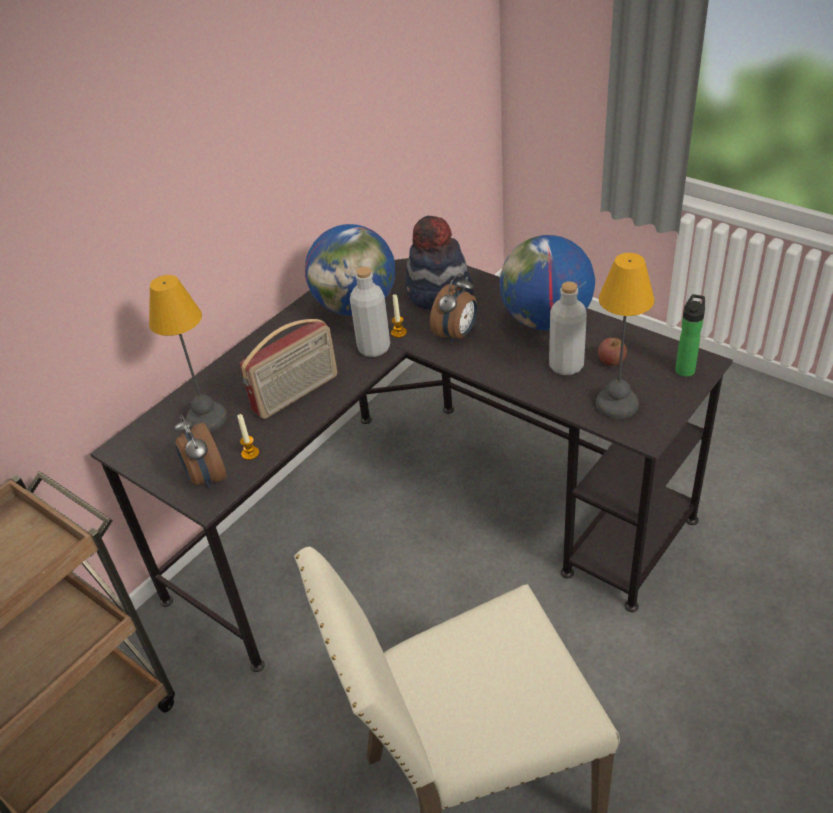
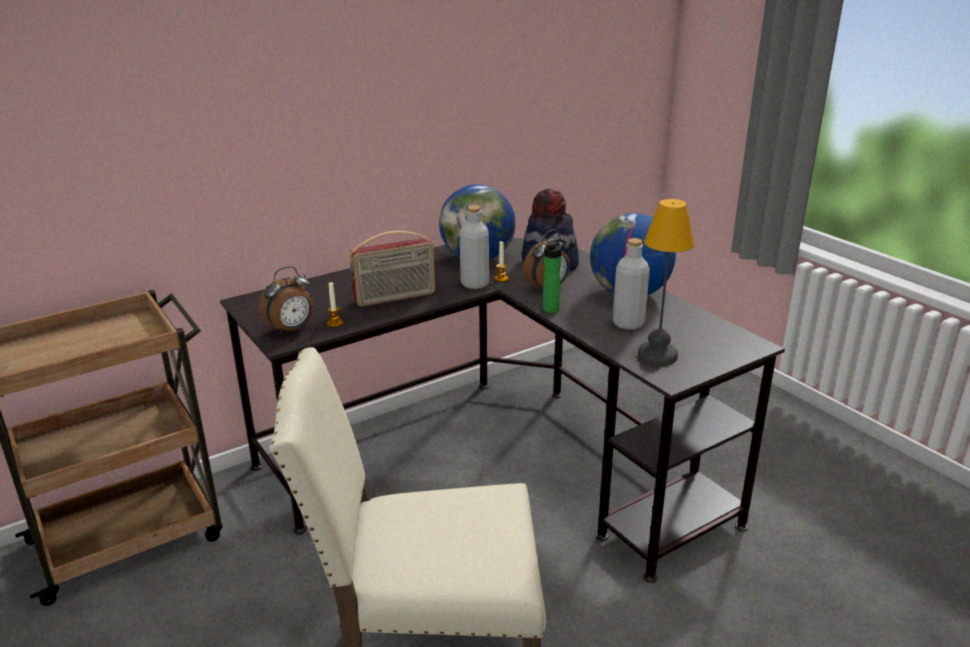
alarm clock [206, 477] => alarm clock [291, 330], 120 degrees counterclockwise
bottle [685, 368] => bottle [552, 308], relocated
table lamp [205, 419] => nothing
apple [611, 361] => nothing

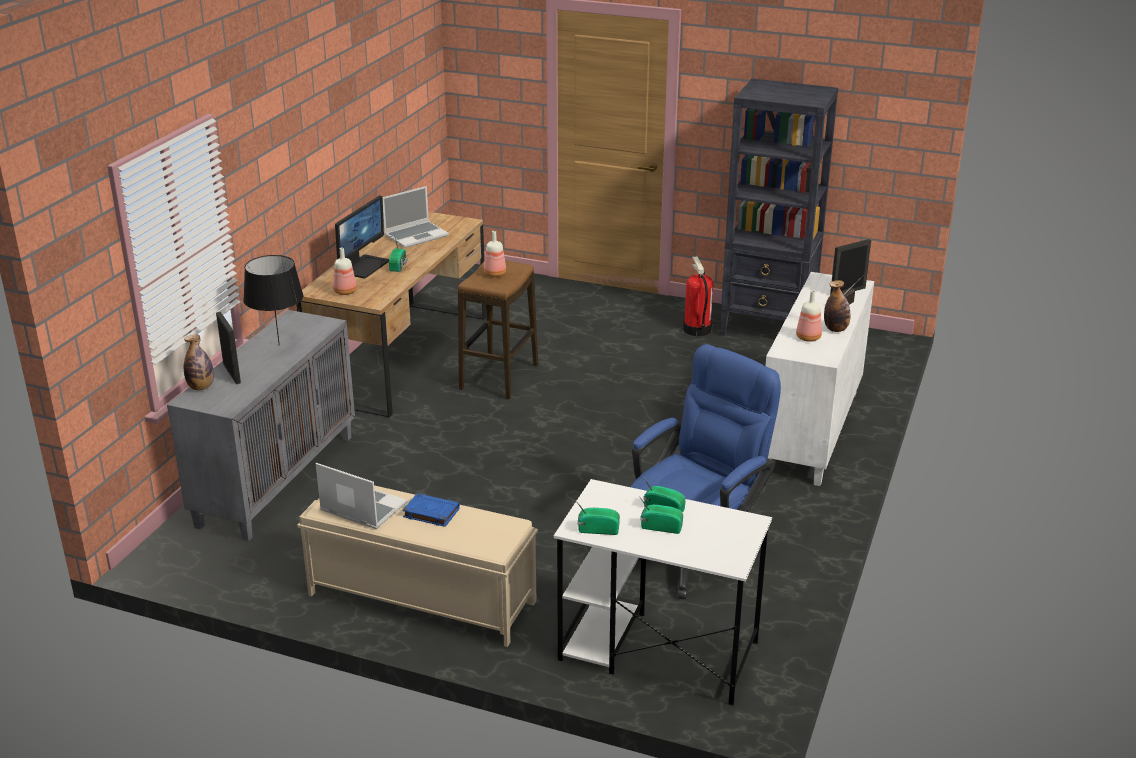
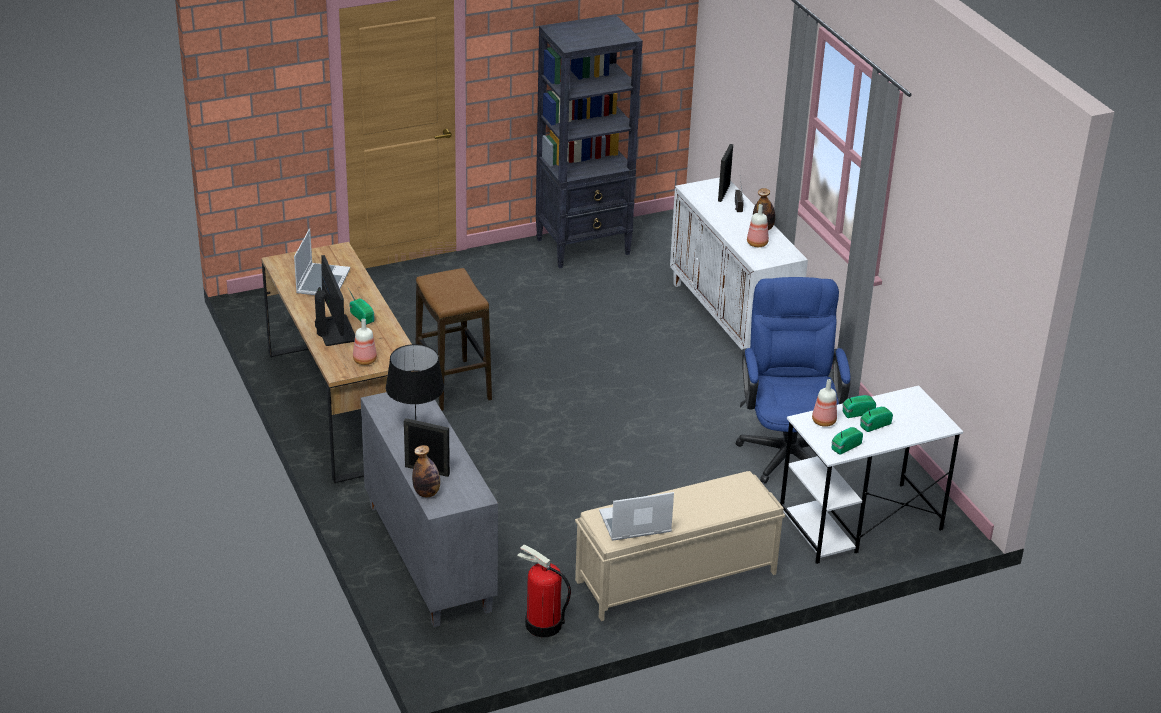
fire extinguisher [696, 329] => fire extinguisher [542, 625], relocated
bottle [494, 274] => bottle [823, 422], relocated
blue book [430, 513] => nothing

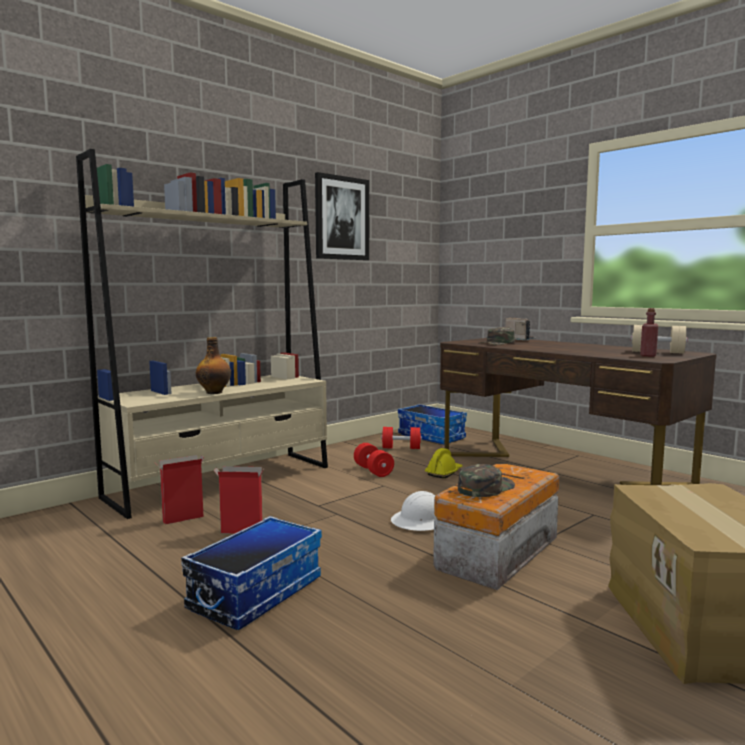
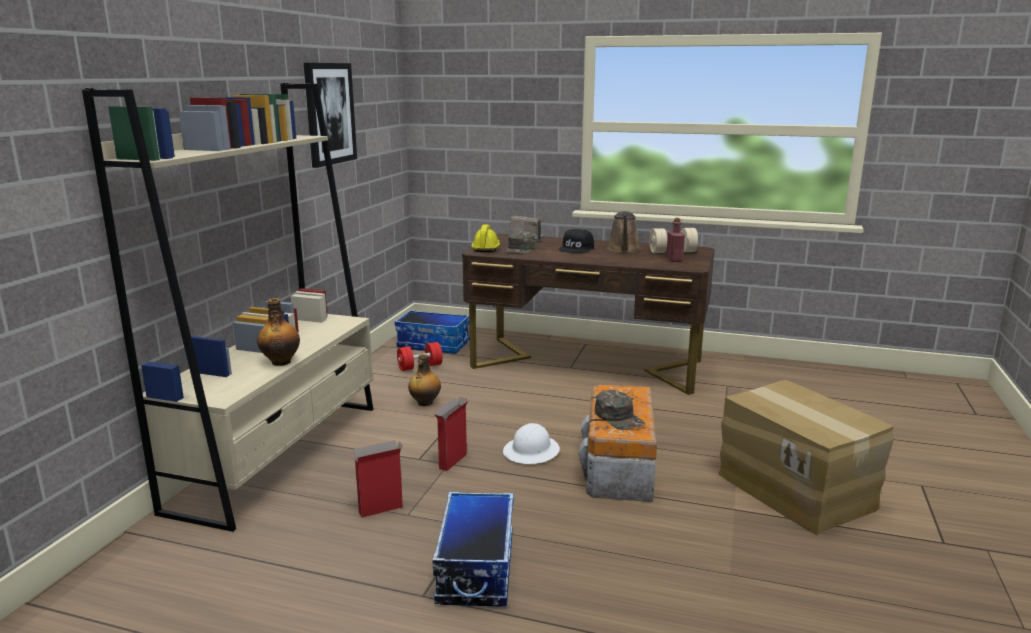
red dumbbell [373, 471] => bottle [424, 403]
cardboard box [182, 519] => cardboard box [452, 462], relocated
yellow hard hat [444, 473] => yellow hard hat [486, 248], relocated
nothing => black cap [577, 248]
green cap [485, 488] => green cap [619, 417], 135 degrees clockwise
nothing => brown watering can [624, 249]

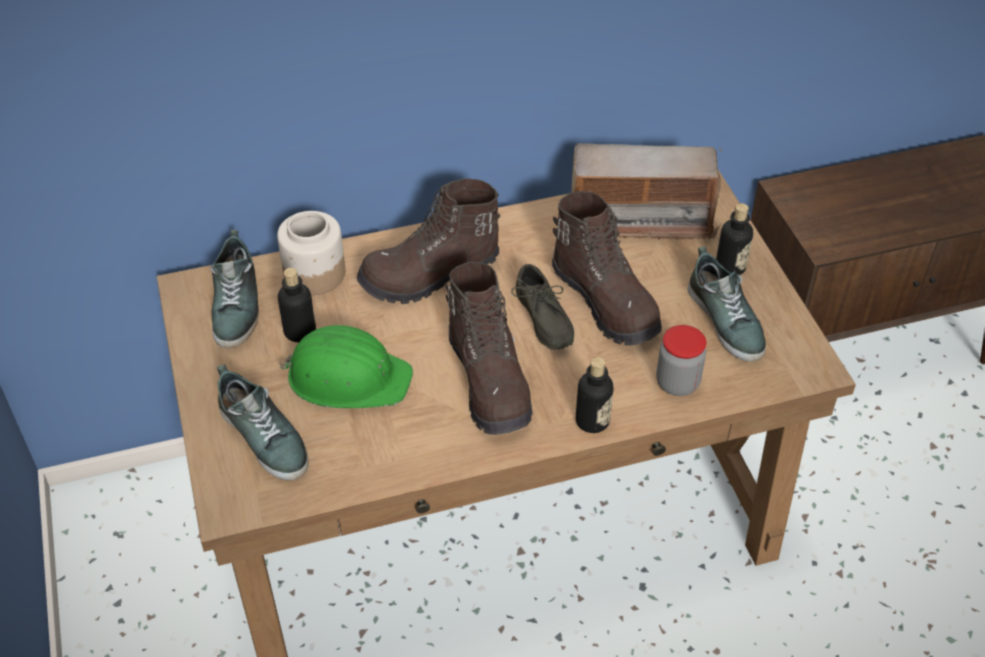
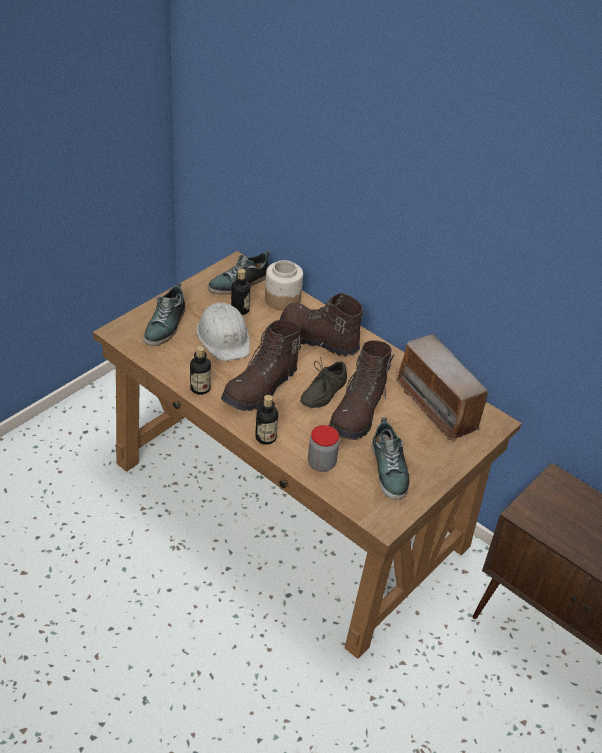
bottle [730, 267] => bottle [200, 388], relocated
green hard hat [348, 377] => white hard hat [224, 337]
shoe [726, 320] => shoe [389, 469], 45 degrees counterclockwise

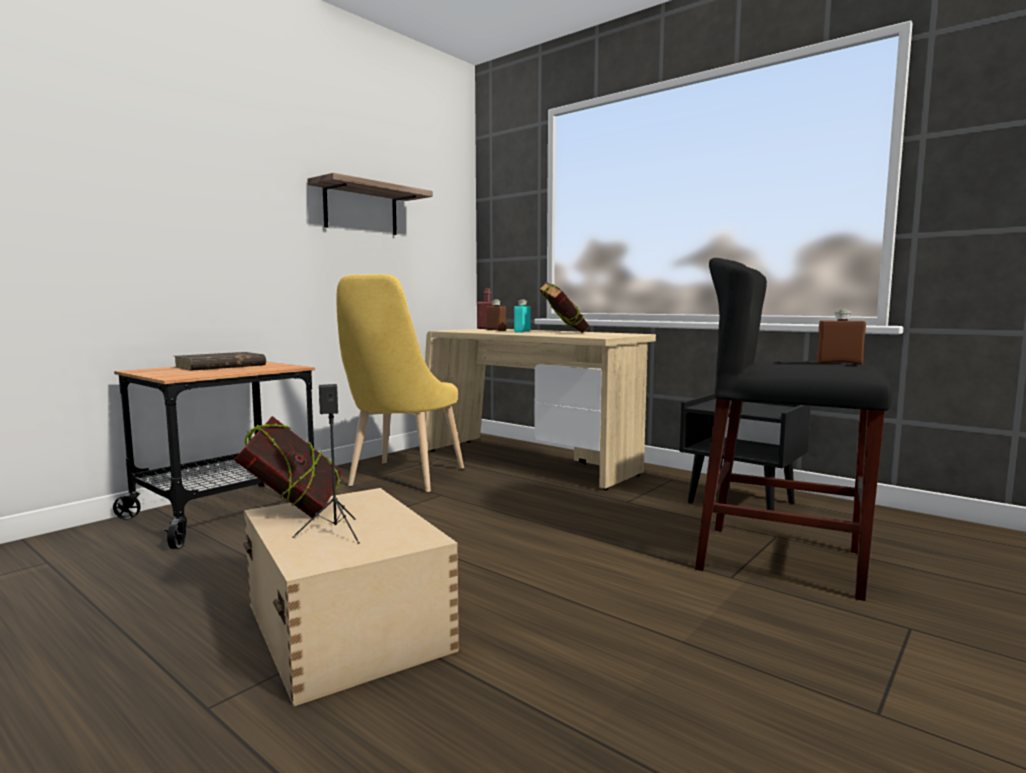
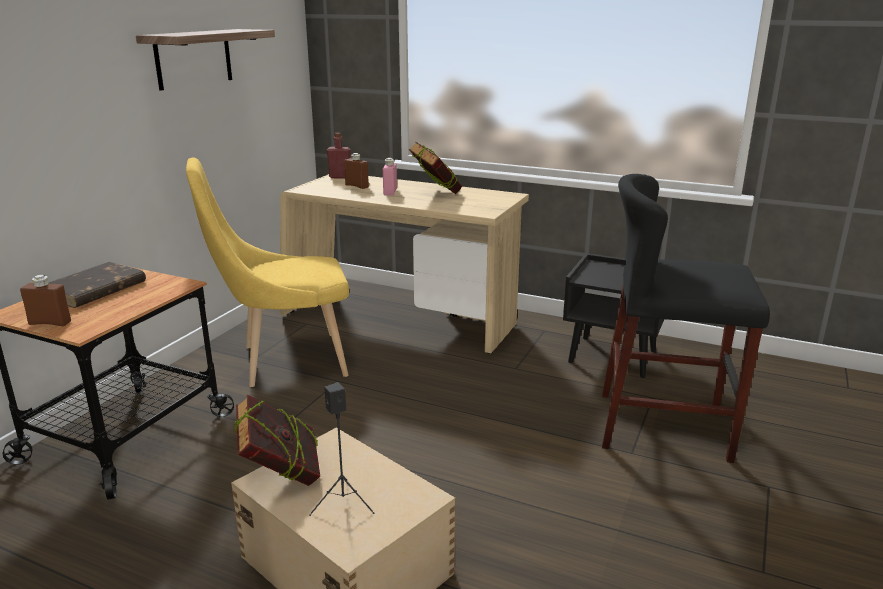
brown bottle [839, 363] => brown bottle [50, 323], relocated
yellow chair [402, 479] => yellow chair [285, 362], 75 degrees clockwise
turquoise bottle [522, 331] => pink bottle [390, 192]

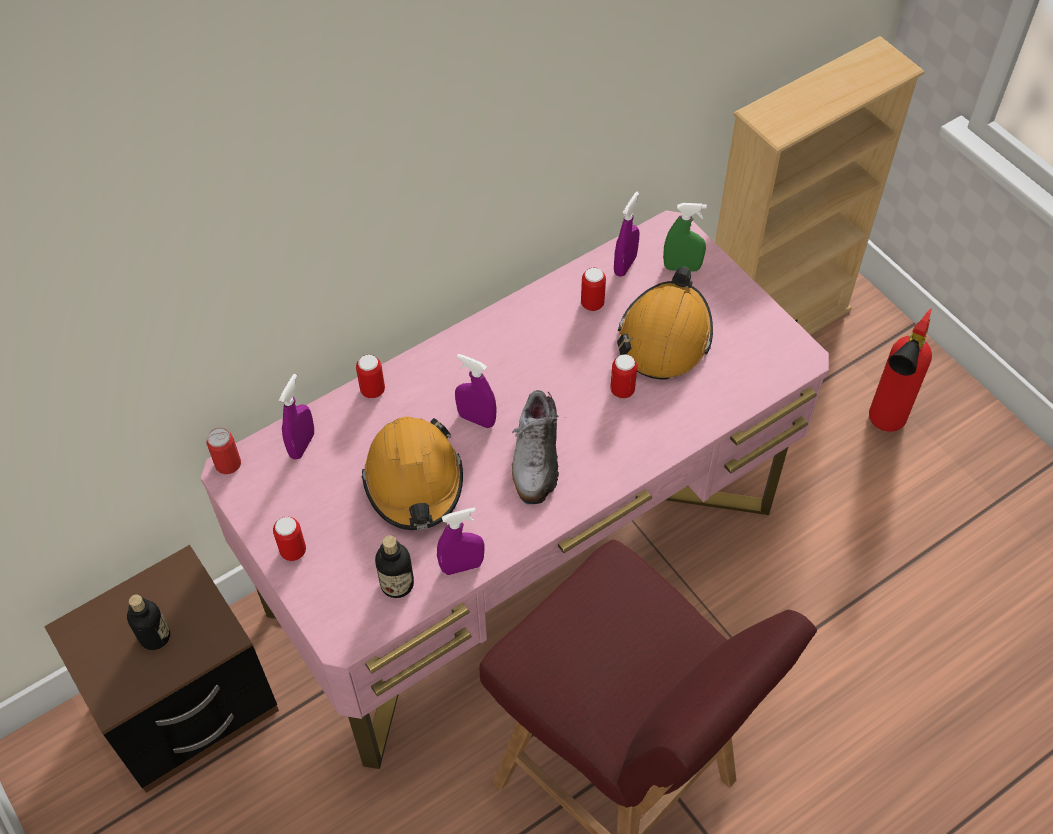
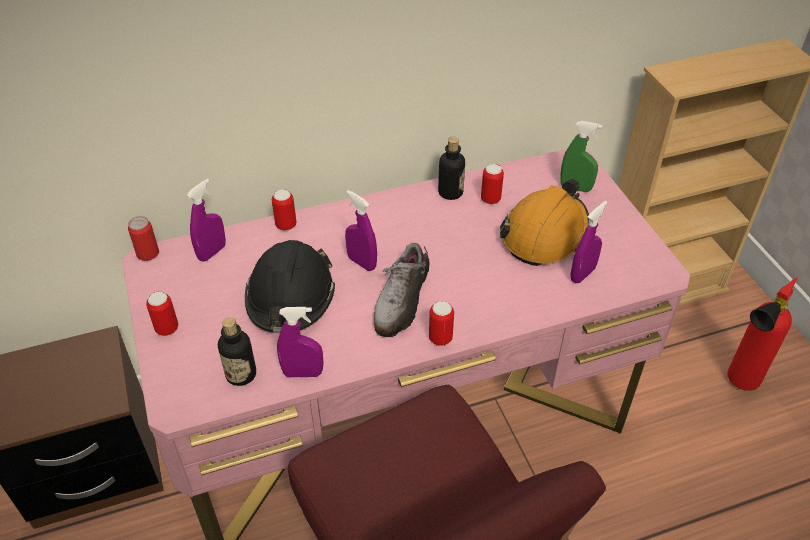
orange hard hat [414, 481] => black hard hat [290, 298]
can [622, 390] => can [440, 338], relocated
bottle [155, 636] => bottle [450, 192], relocated
purple spray bottle [625, 265] => purple spray bottle [582, 274], relocated

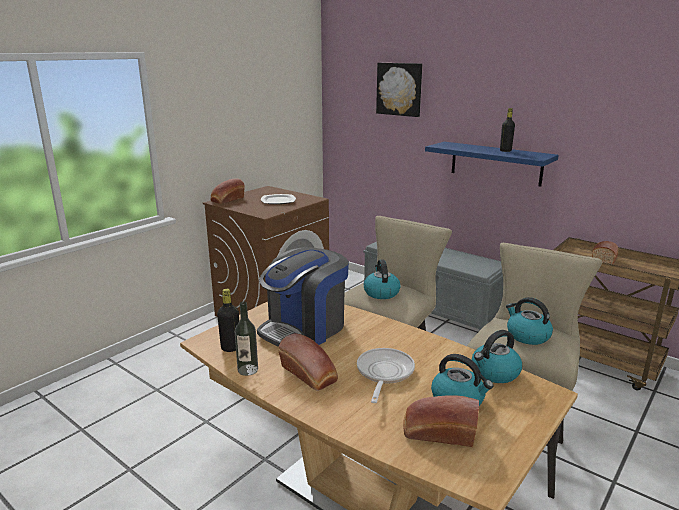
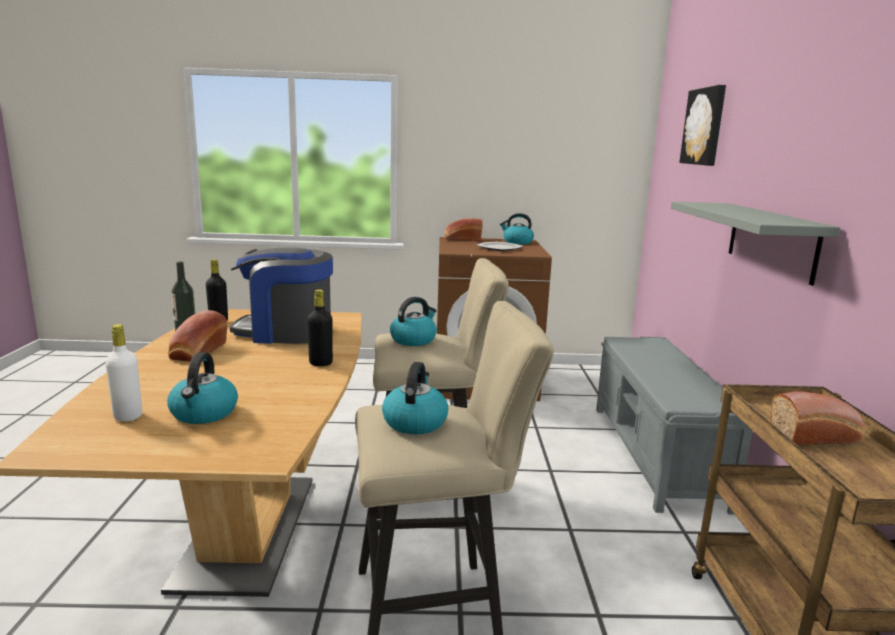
bread [438, 433] => white bottle [128, 416]
black bottle [505, 151] => black bottle [321, 363], relocated
kettle [494, 373] => kettle [517, 242], relocated
blue shelf [496, 163] => grey shelf [771, 240]
frying pan [384, 373] => nothing

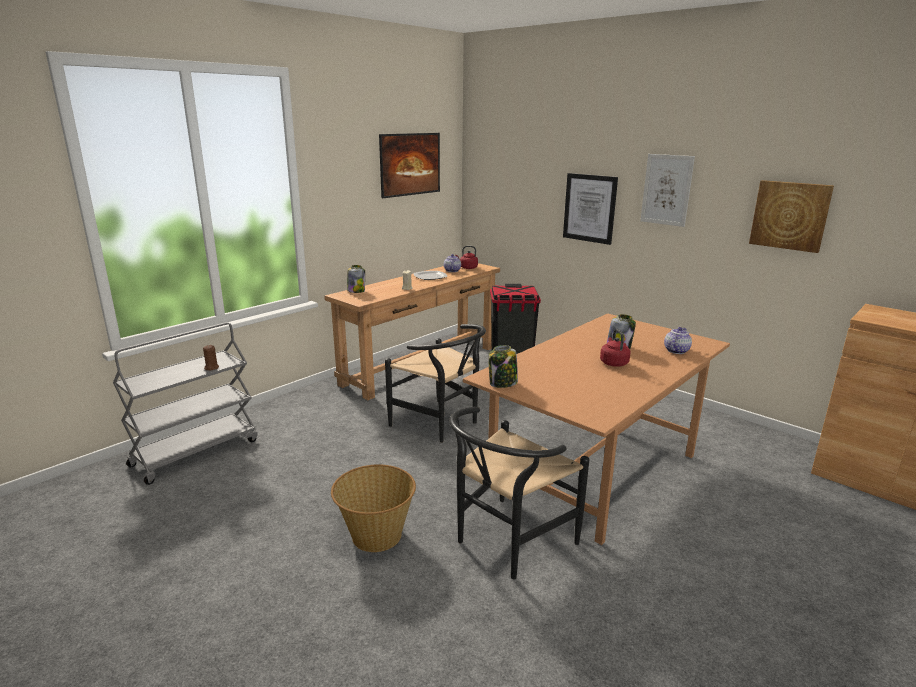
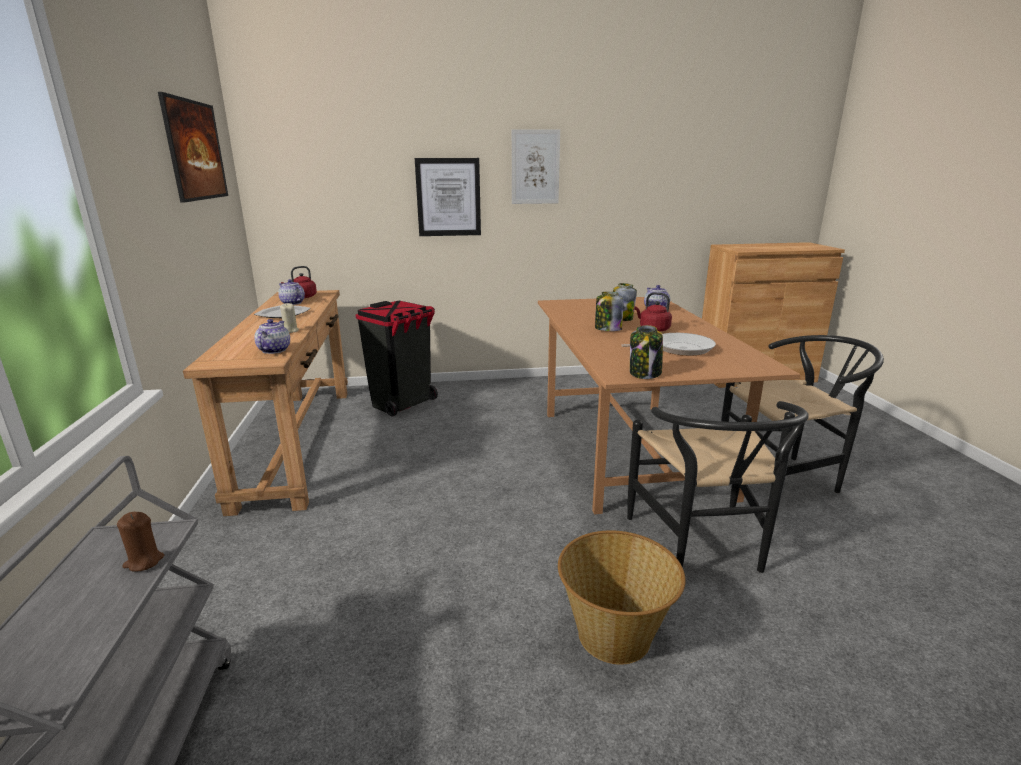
nothing => teapot [274, 350]
jar [356, 291] => jar [607, 329], relocated
nothing => frying pan [678, 348]
black chair [441, 424] => black chair [786, 477], relocated
picture [790, 215] => nothing

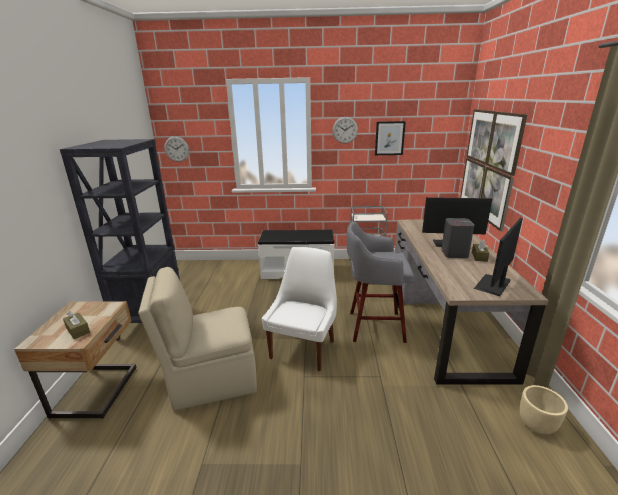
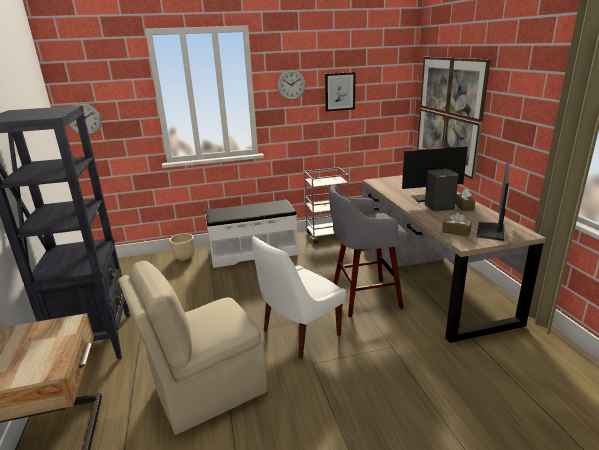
beige planter [536, 424] => beige planter [184, 257], relocated
white chair [304, 348] => white chair [298, 334], 135 degrees counterclockwise
brown tissue box [78, 330] => brown tissue box [456, 232], relocated

